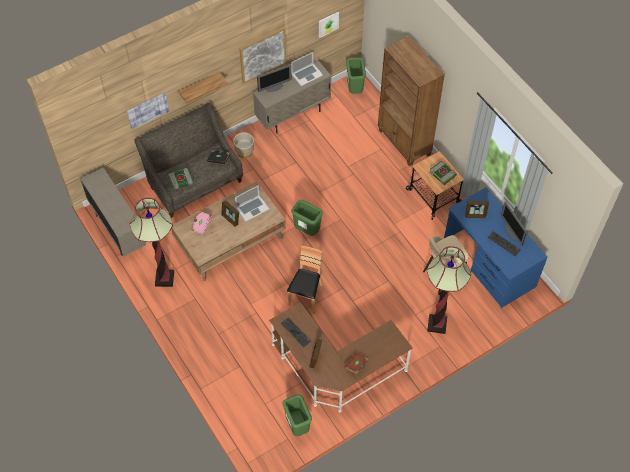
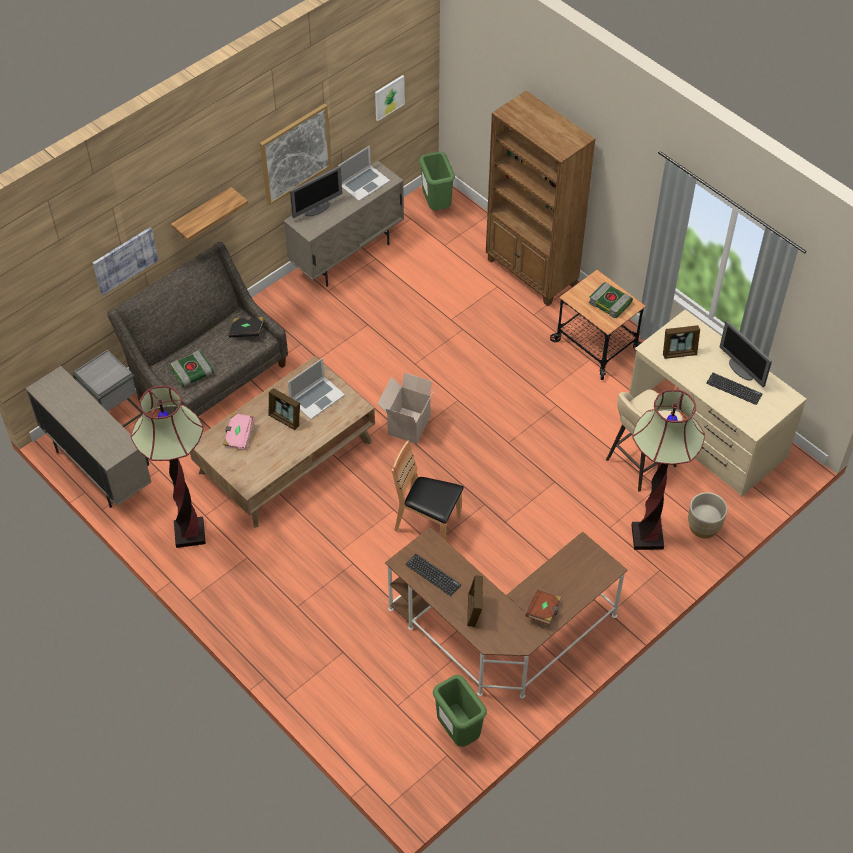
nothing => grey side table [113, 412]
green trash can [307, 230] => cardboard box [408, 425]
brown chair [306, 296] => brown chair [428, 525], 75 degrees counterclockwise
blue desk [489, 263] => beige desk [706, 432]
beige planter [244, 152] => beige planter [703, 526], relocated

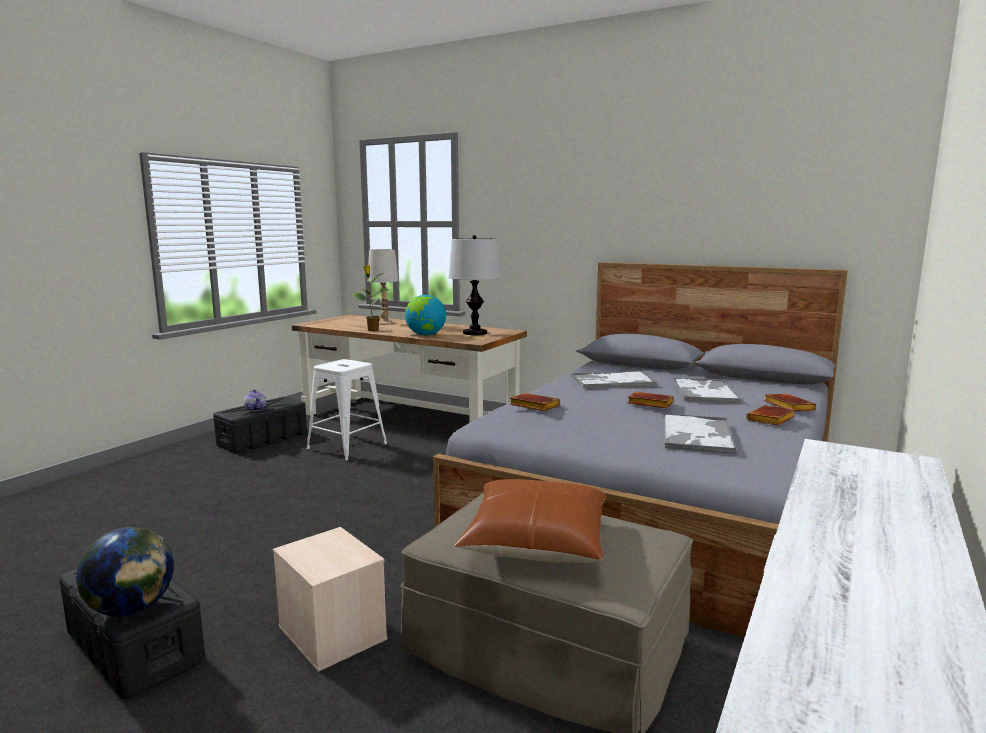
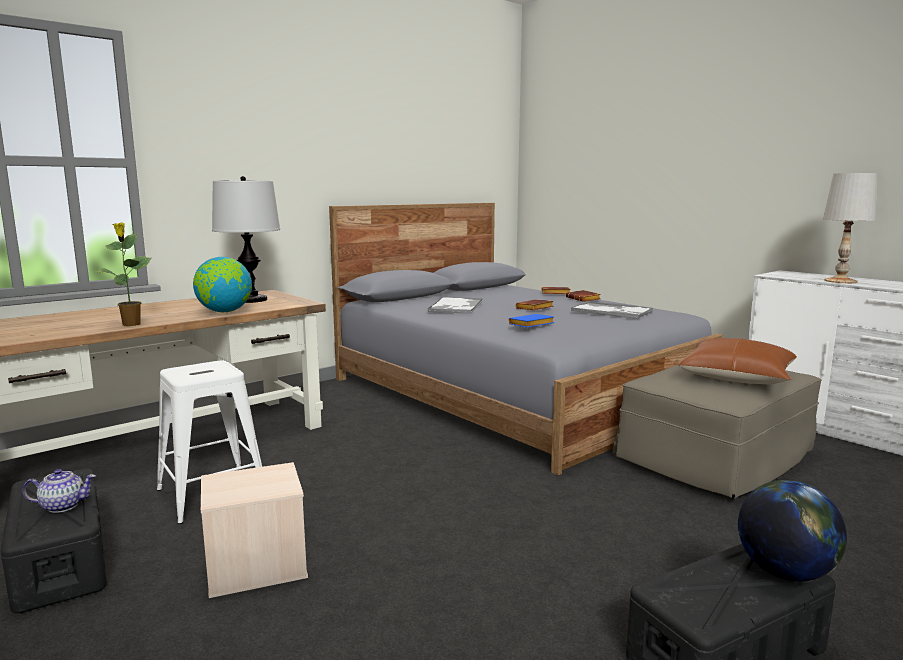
beige storage box [330, 632] => beige storage box [255, 567], relocated
brown book [533, 406] => blue book [531, 325]
white table lamp [385, 323] => white table lamp [840, 281], relocated
tray [704, 391] => nothing

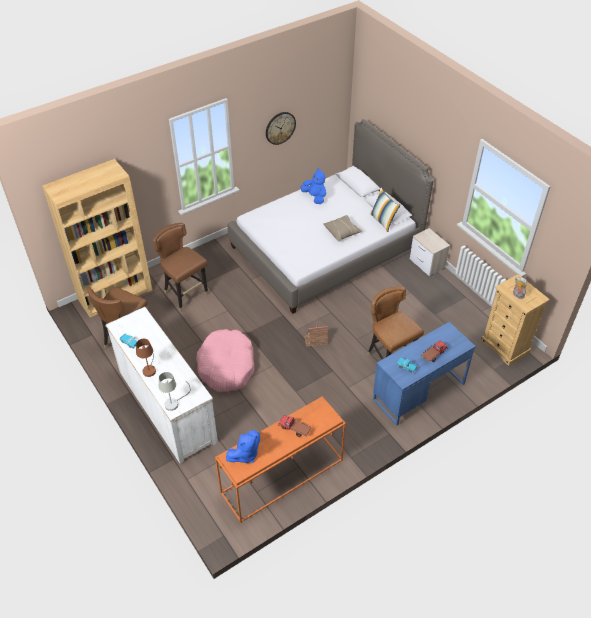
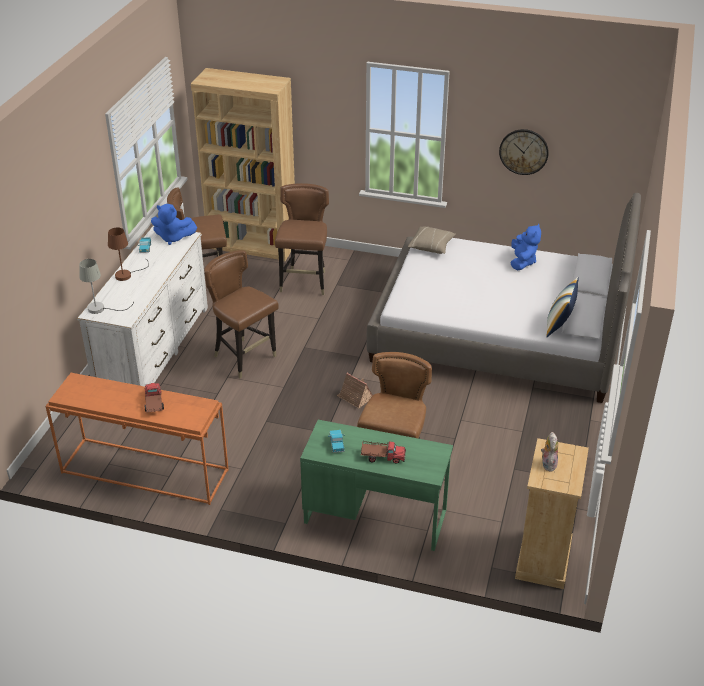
blue plush toy [245, 454] => blue plush toy [173, 238], relocated
pink dog bed [226, 366] => brown chair [244, 358]
blue desk [418, 391] => green desk [375, 516]
beige pillow [342, 232] => beige pillow [431, 246], relocated
nightstand [427, 264] => nothing

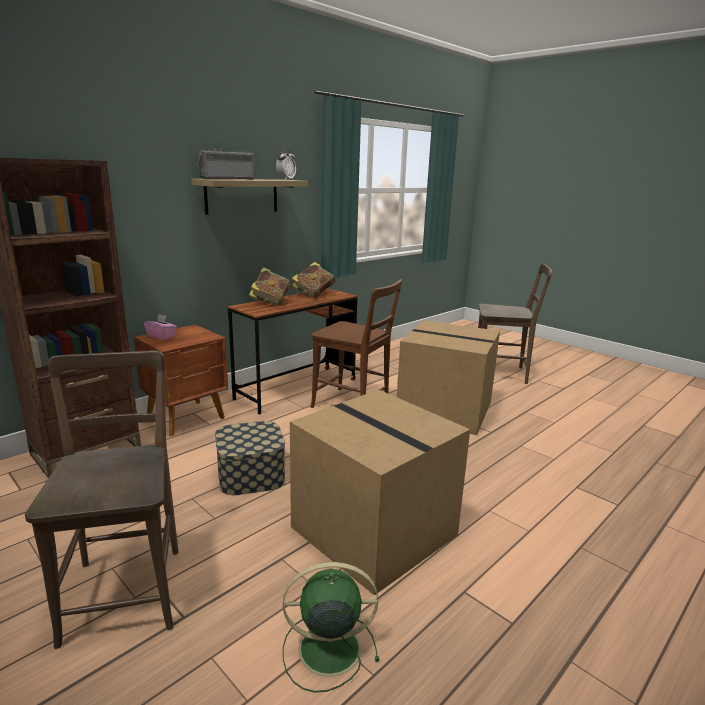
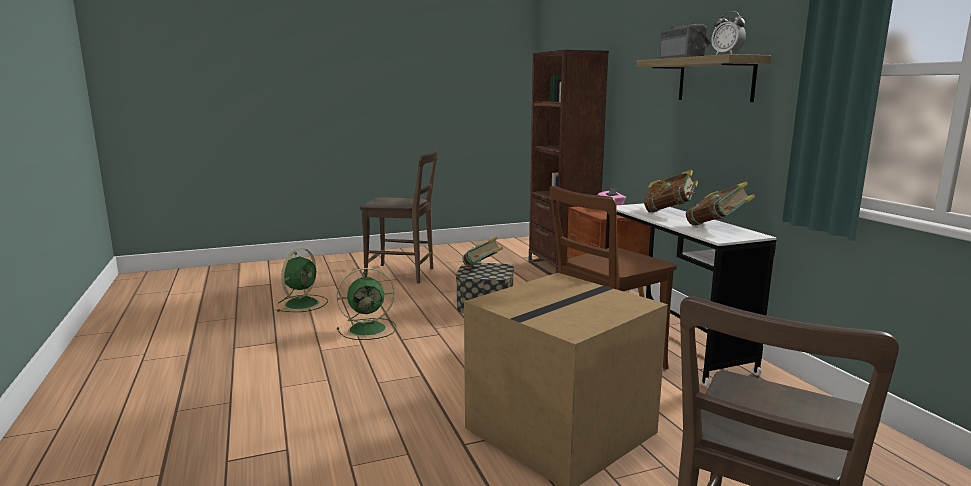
cardboard box [371, 531] => green fan [369, 329]
nothing => book [482, 269]
brown desk [296, 389] => white desk [672, 343]

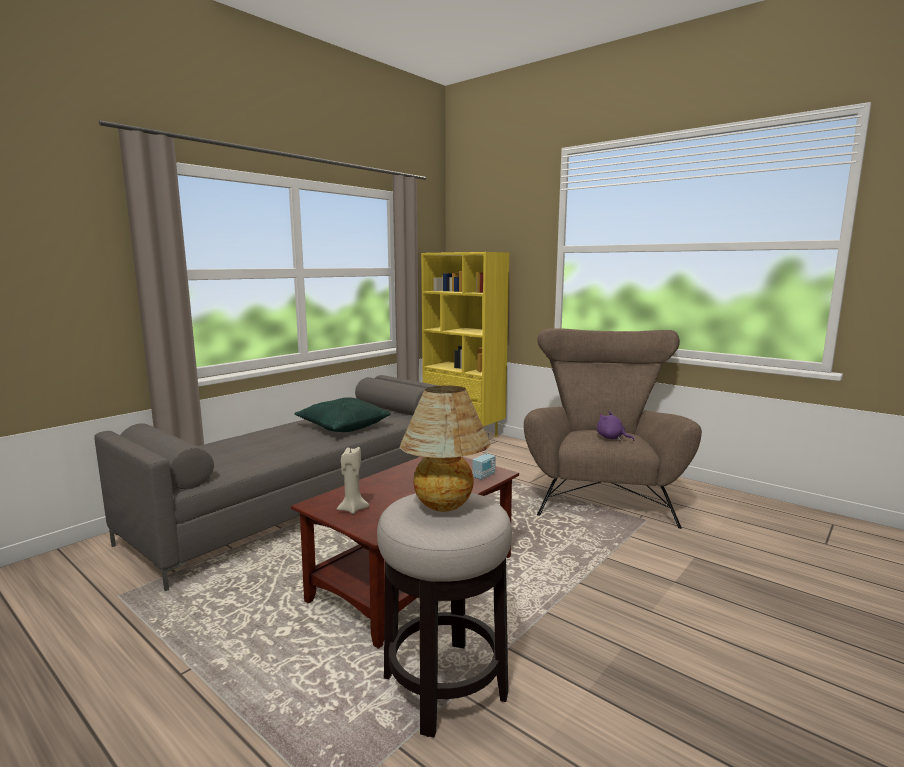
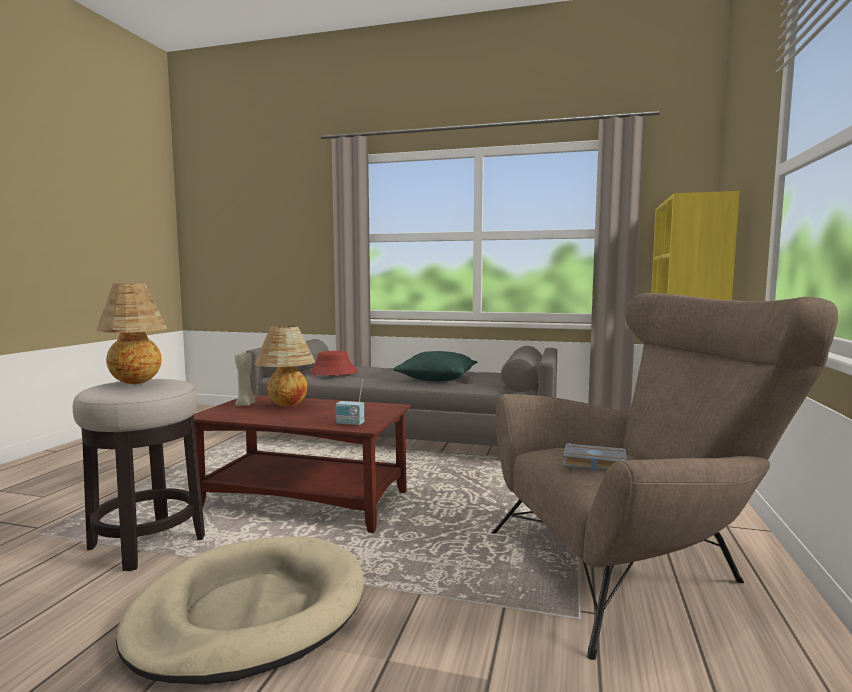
nothing => beige dog bed [249, 612]
nothing => table lamp [286, 406]
nothing => red hat [333, 373]
purple plush toy [611, 438] => grey book [592, 463]

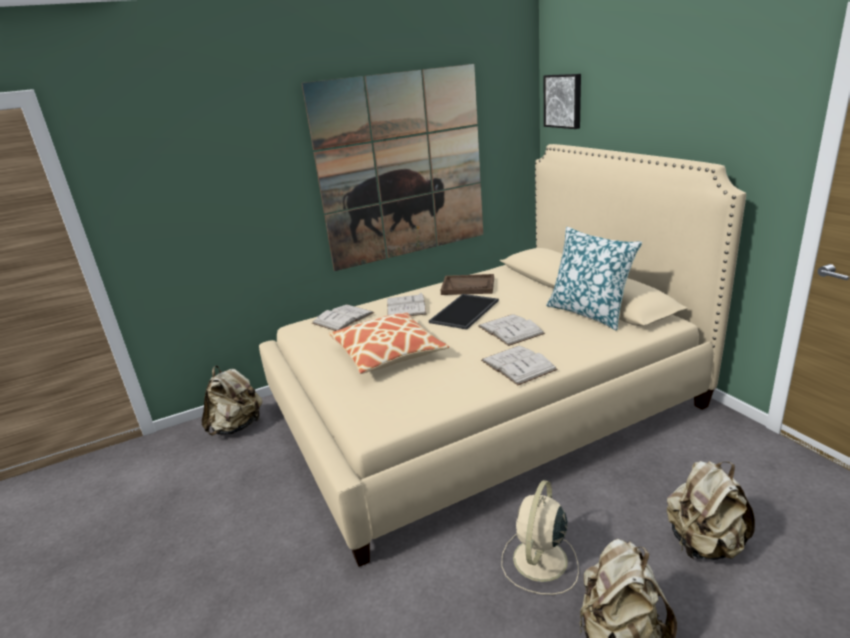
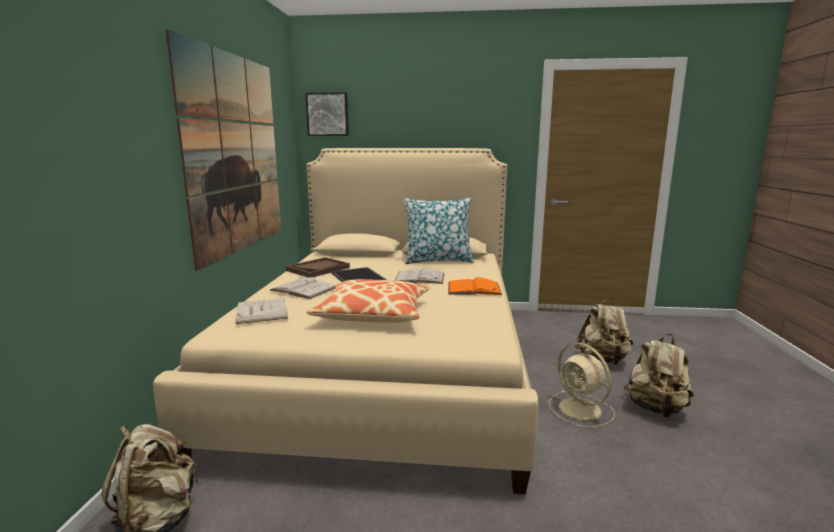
white book [518, 365] => orange book [474, 288]

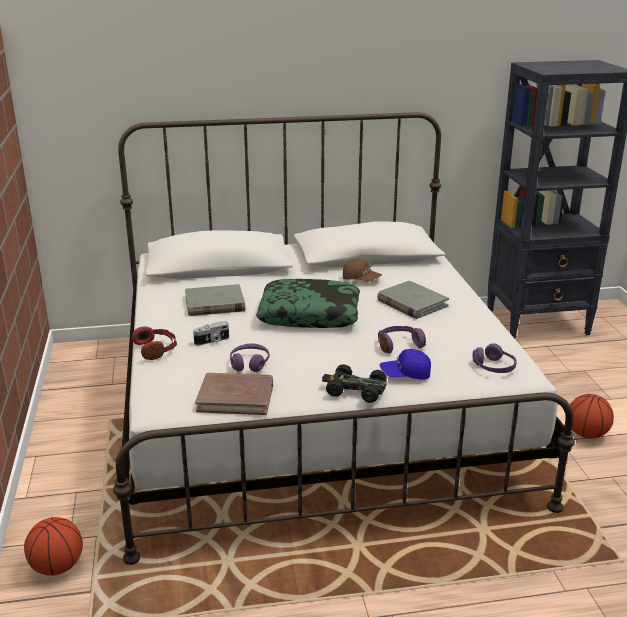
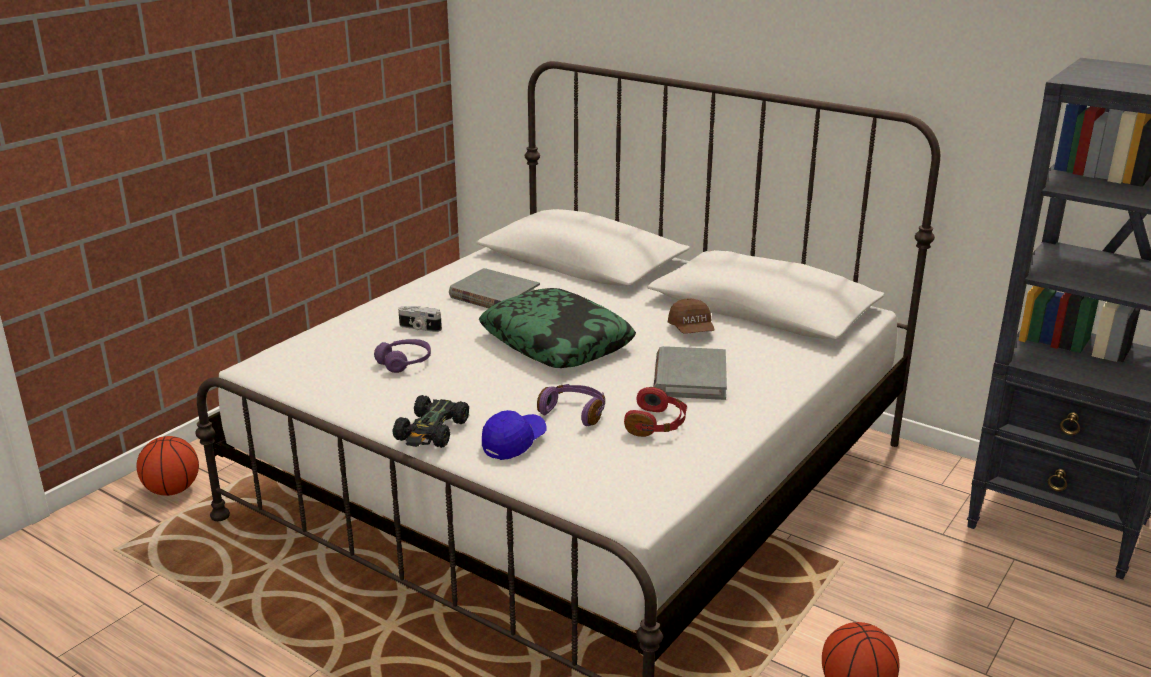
black toy car [355, 390] => black toy car [432, 431], 135 degrees counterclockwise
blue cap [405, 374] => blue cap [514, 443], 90 degrees clockwise
red headphones [156, 349] => red headphones [657, 424], relocated
brown book [235, 397] => nothing
purple headphones [494, 367] => nothing

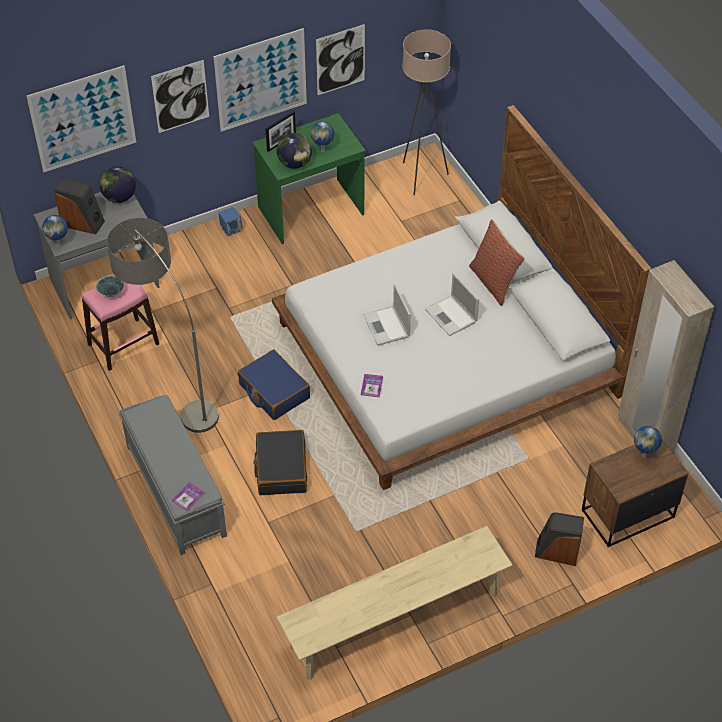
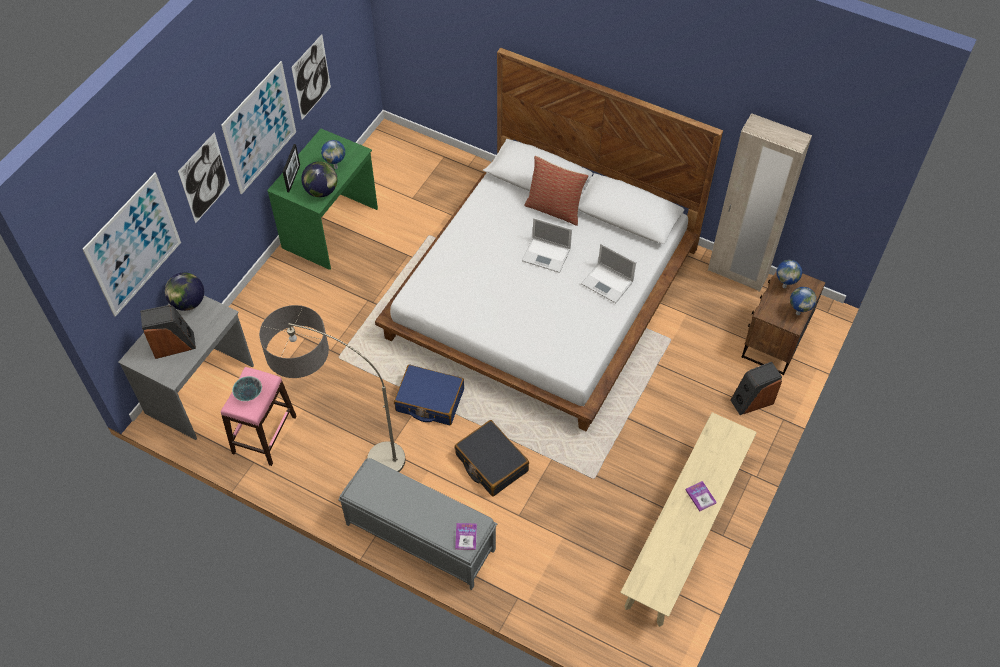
laptop [386, 326] => laptop [608, 283], relocated
book [372, 386] => book [700, 496], relocated
globe [59, 244] => globe [797, 313], relocated
blue speaker [231, 229] => nothing
beige floor lamp [421, 177] => nothing

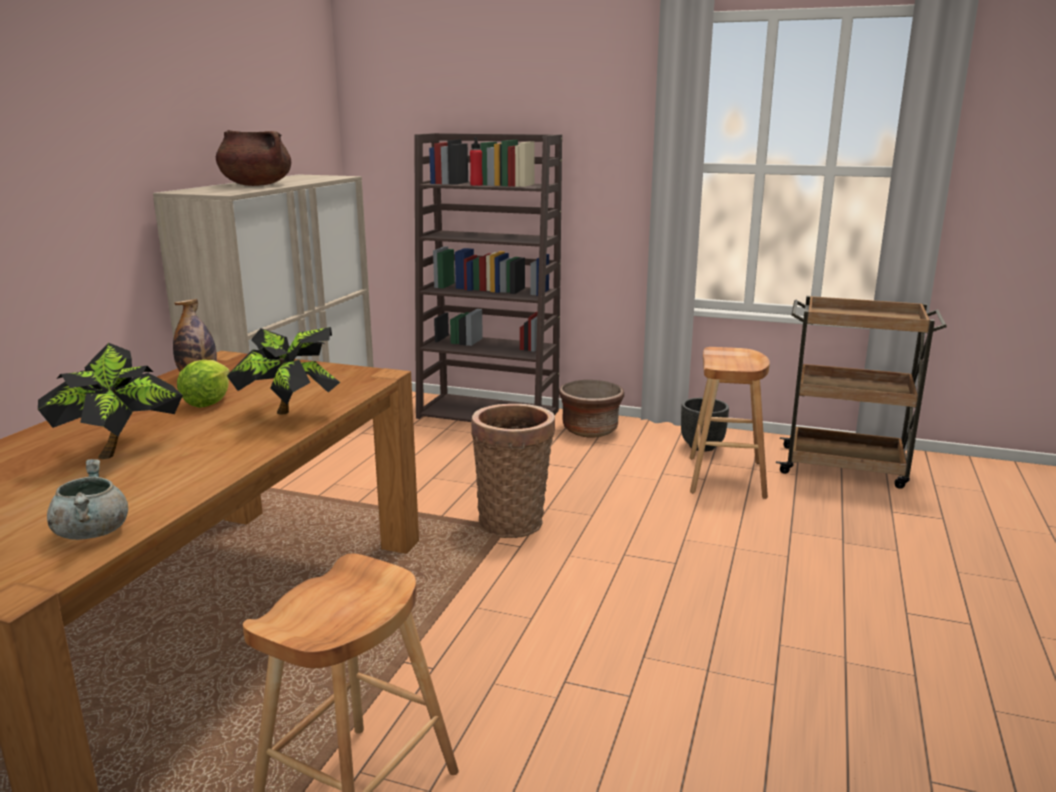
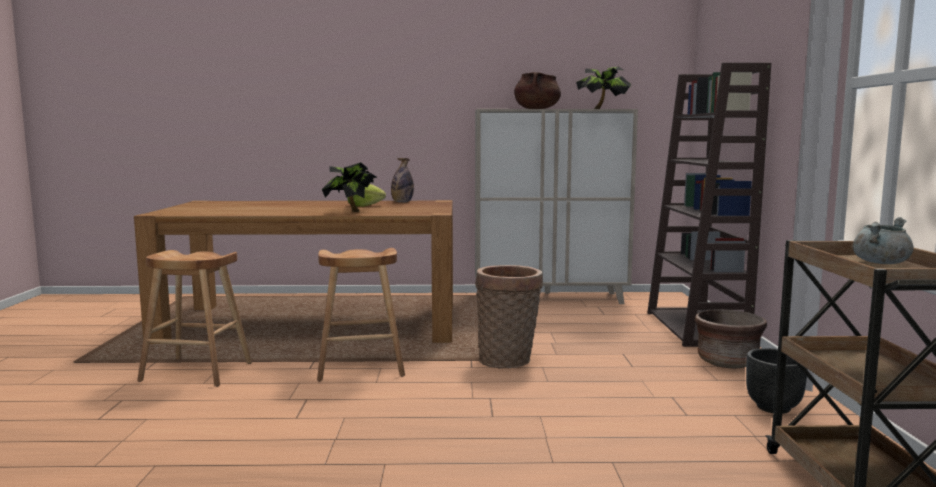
brown stool [726, 477] => brown stool [361, 367], relocated
potted plant [120, 451] => potted plant [603, 109], relocated
grey cooking pot [92, 532] => grey cooking pot [880, 262], relocated
red bottle [476, 185] => nothing

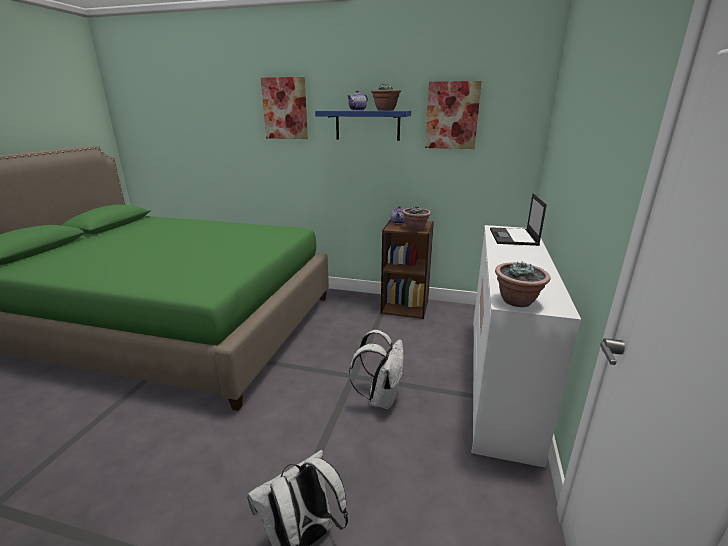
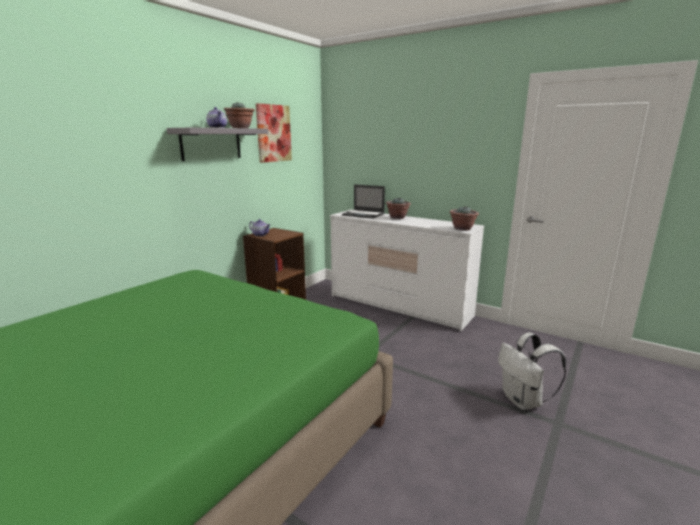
blue shelf [367, 125] => grey shelf [211, 144]
potted plant [415, 228] => potted plant [397, 217], relocated
picture [285, 108] => nothing
white backpack [381, 398] => nothing

